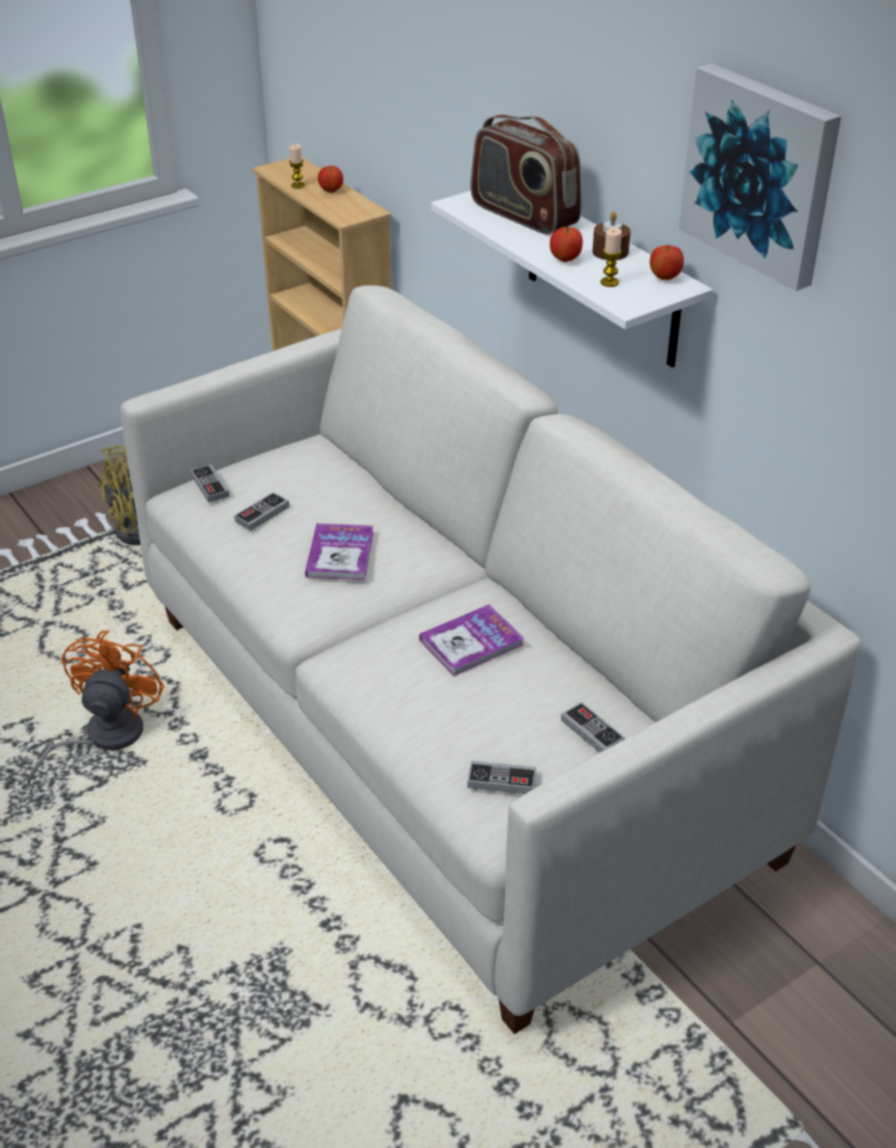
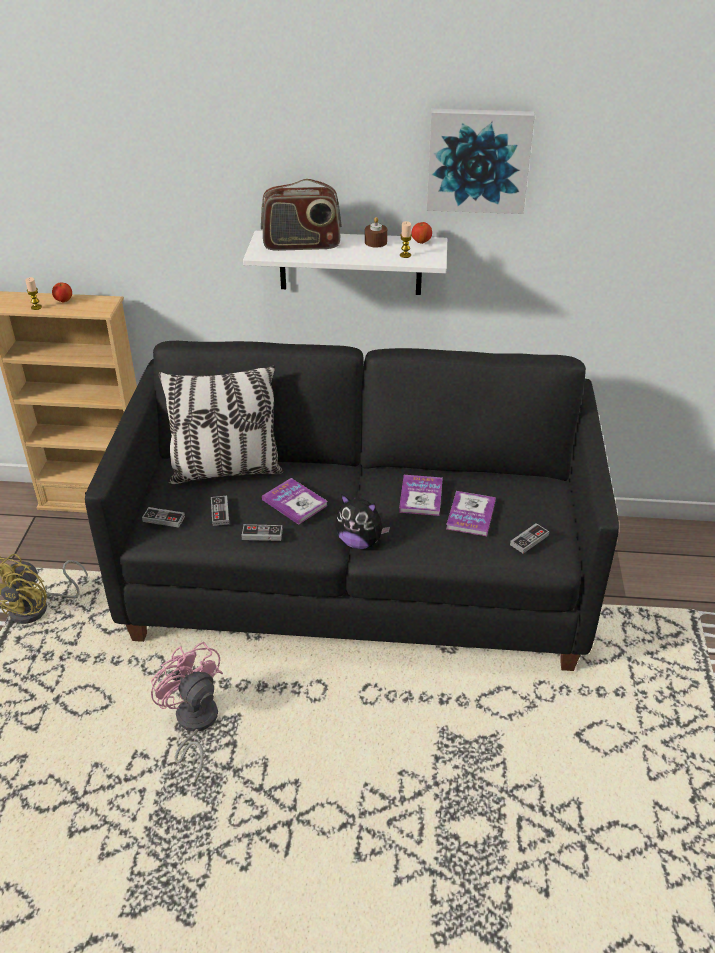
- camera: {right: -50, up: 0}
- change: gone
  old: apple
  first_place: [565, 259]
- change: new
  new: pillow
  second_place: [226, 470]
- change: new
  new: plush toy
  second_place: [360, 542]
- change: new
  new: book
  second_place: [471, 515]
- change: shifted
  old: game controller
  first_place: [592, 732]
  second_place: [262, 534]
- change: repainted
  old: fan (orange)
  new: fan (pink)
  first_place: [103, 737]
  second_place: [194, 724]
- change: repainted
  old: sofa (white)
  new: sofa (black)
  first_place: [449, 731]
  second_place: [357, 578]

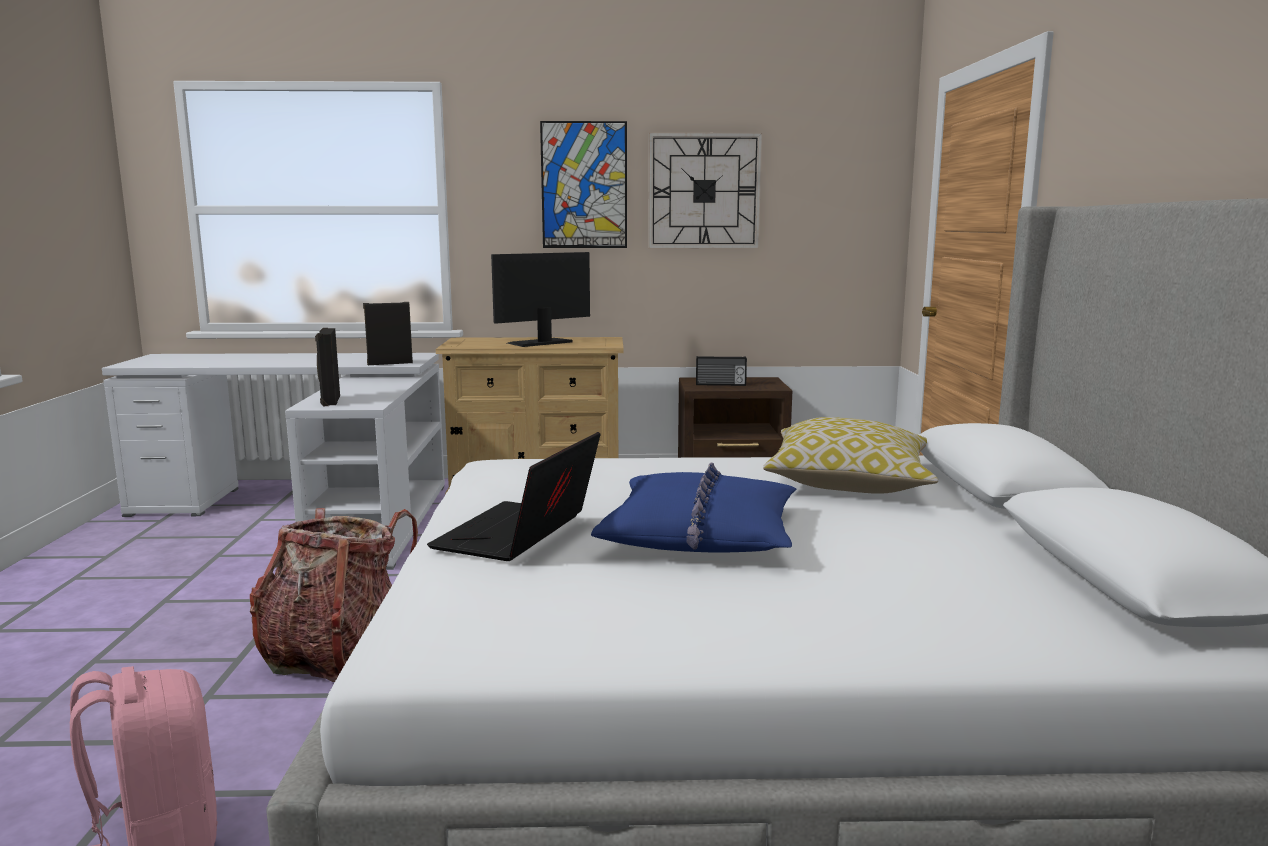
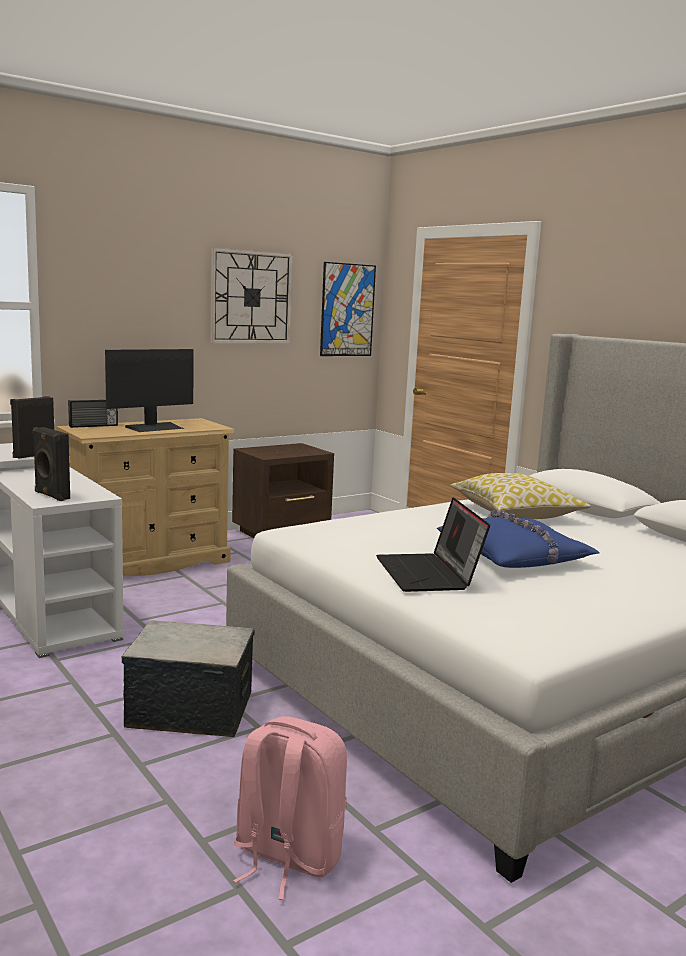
- camera: {right: -35, up: 0}
- change: shifted
  old: picture
  first_place: [584, 185]
  second_place: [347, 310]
- change: shifted
  old: radio
  first_place: [720, 384]
  second_place: [93, 426]
- change: swapped
  old: backpack
  new: storage box
  first_place: [334, 655]
  second_place: [190, 710]
- change: rotated
  old: monitor
  first_place: [539, 343]
  second_place: [154, 427]
  degrees: -150

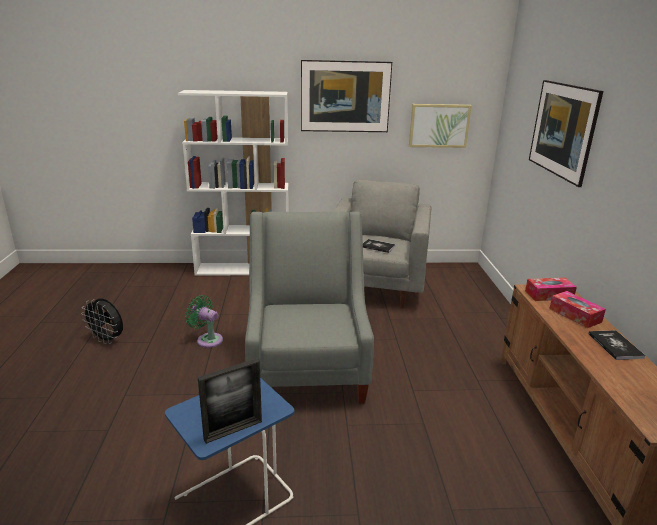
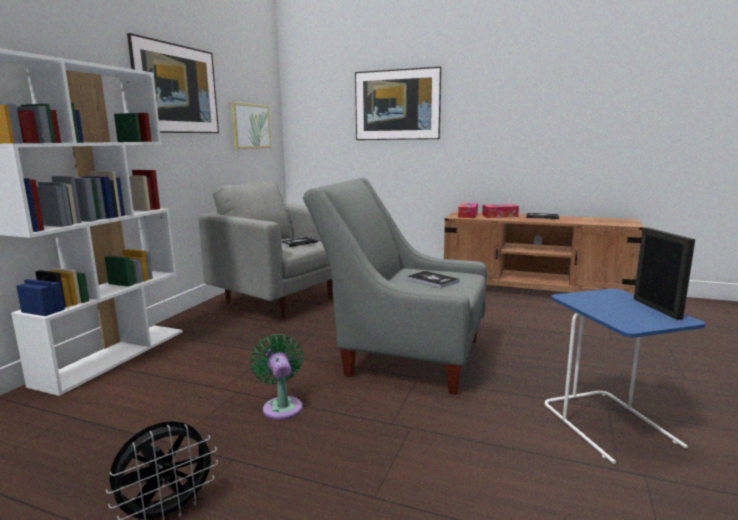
- camera: {right: -65, up: -10}
- change: new
  new: book
  second_place: [432, 280]
- change: rotated
  old: fan (green)
  first_place: [207, 339]
  second_place: [282, 406]
  degrees: 105

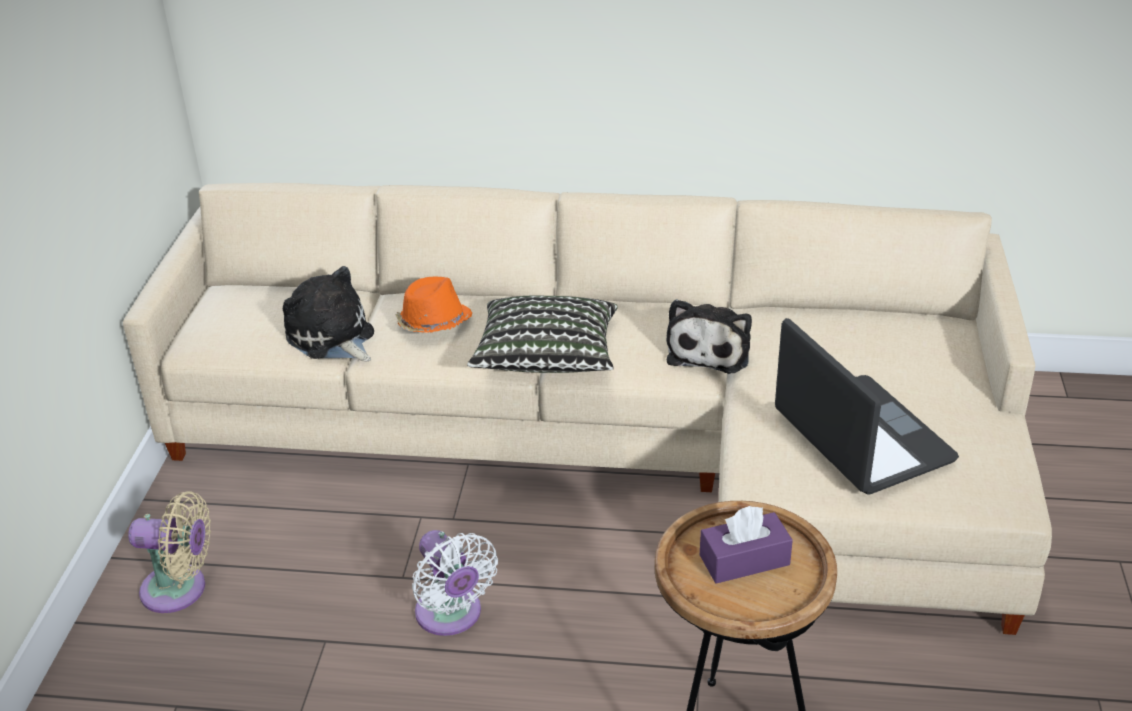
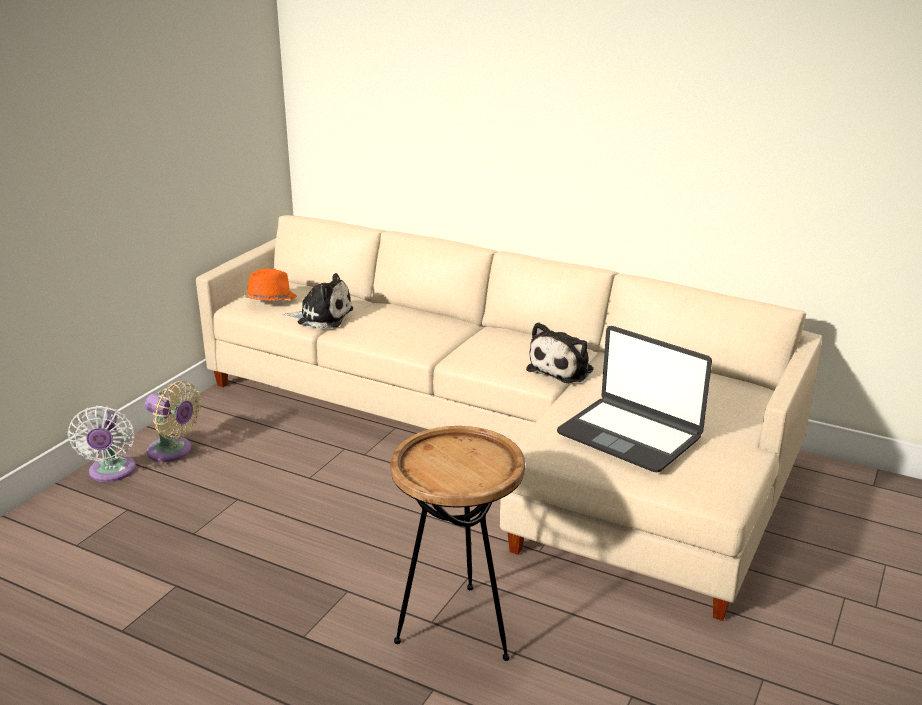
- camera: {right: 20, up: -10}
- change: gone
  old: pillow
  first_place: [546, 359]
- change: gone
  old: tissue box (purple)
  first_place: [744, 560]
- change: shifted
  old: hat (orange)
  first_place: [433, 323]
  second_place: [269, 300]
- change: shifted
  old: fan (white)
  first_place: [451, 616]
  second_place: [111, 472]
- change: rotated
  old: plush toy
  first_place: [332, 338]
  second_place: [322, 316]
  degrees: 120
- change: rotated
  old: laptop
  first_place: [861, 437]
  second_place: [630, 435]
  degrees: 135

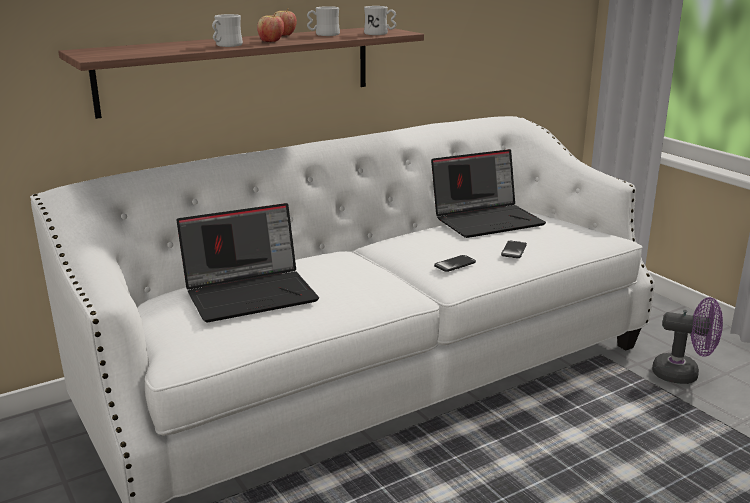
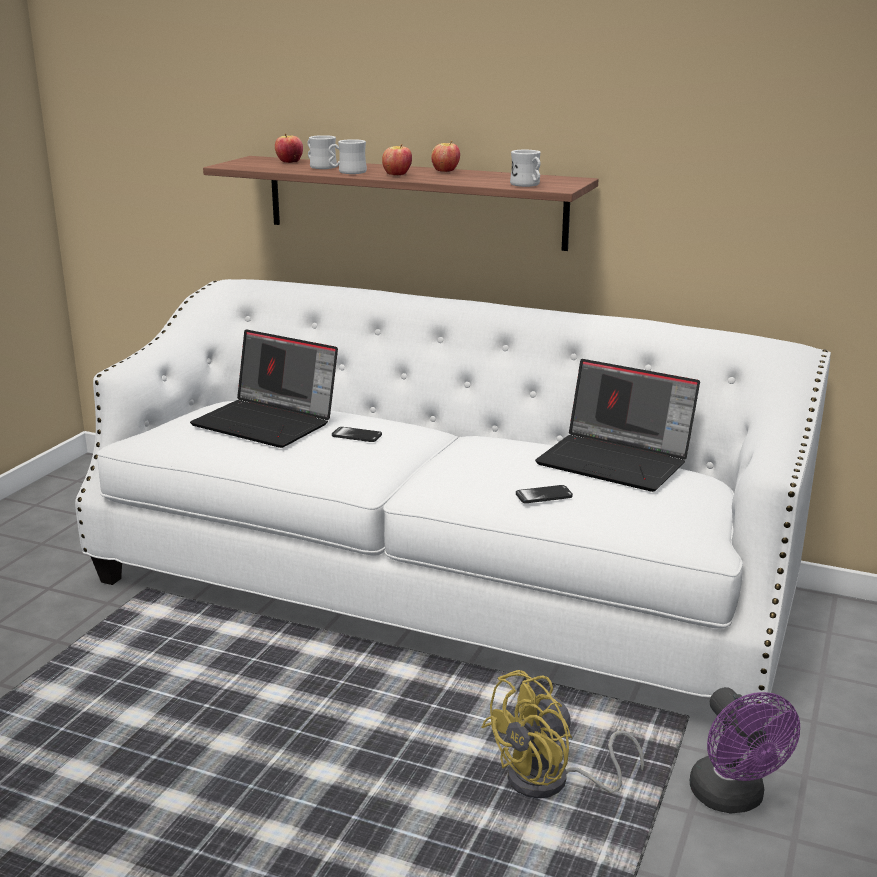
- camera: {right: 55, up: 0}
- change: new
  new: apple
  second_place: [289, 162]
- change: new
  new: fan (yellow)
  second_place: [551, 782]
- change: shifted
  old: mug (white)
  first_place: [323, 35]
  second_place: [320, 167]
- change: shifted
  old: phone
  first_place: [455, 264]
  second_place: [356, 436]

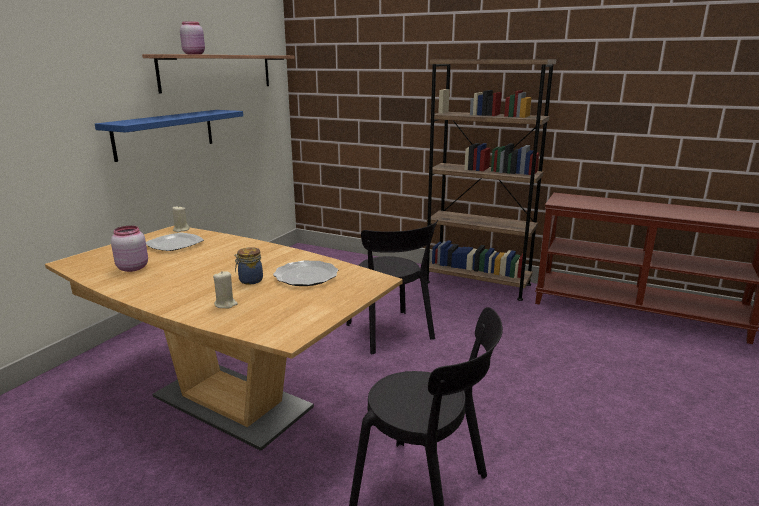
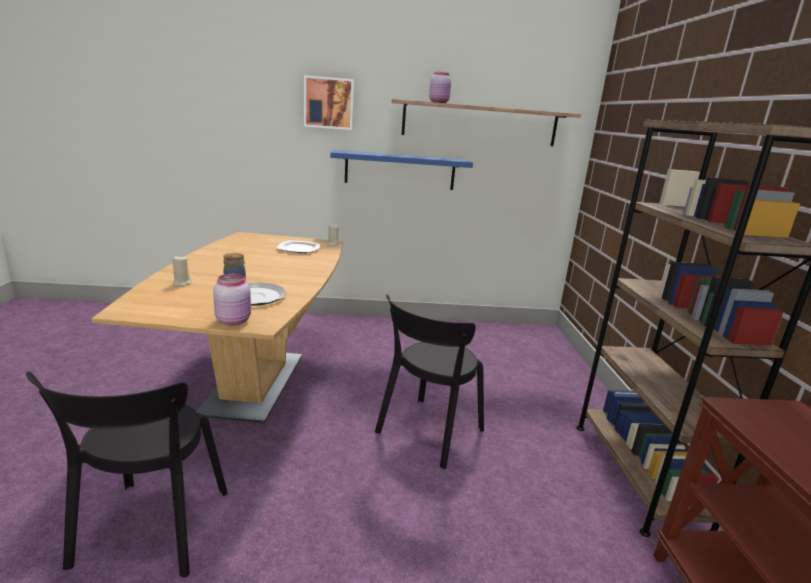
- camera: {right: 60, up: 0}
- change: new
  new: picture
  second_place: [329, 103]
- change: shifted
  old: jar (pink)
  first_place: [133, 267]
  second_place: [234, 320]

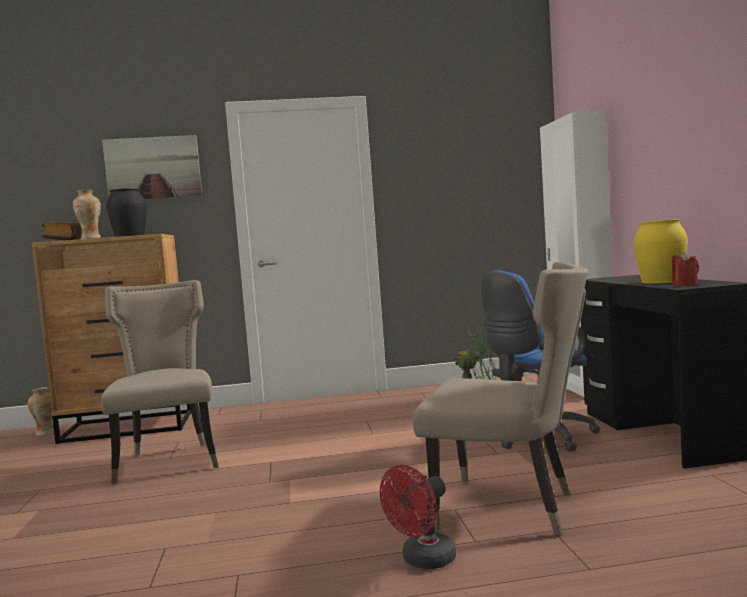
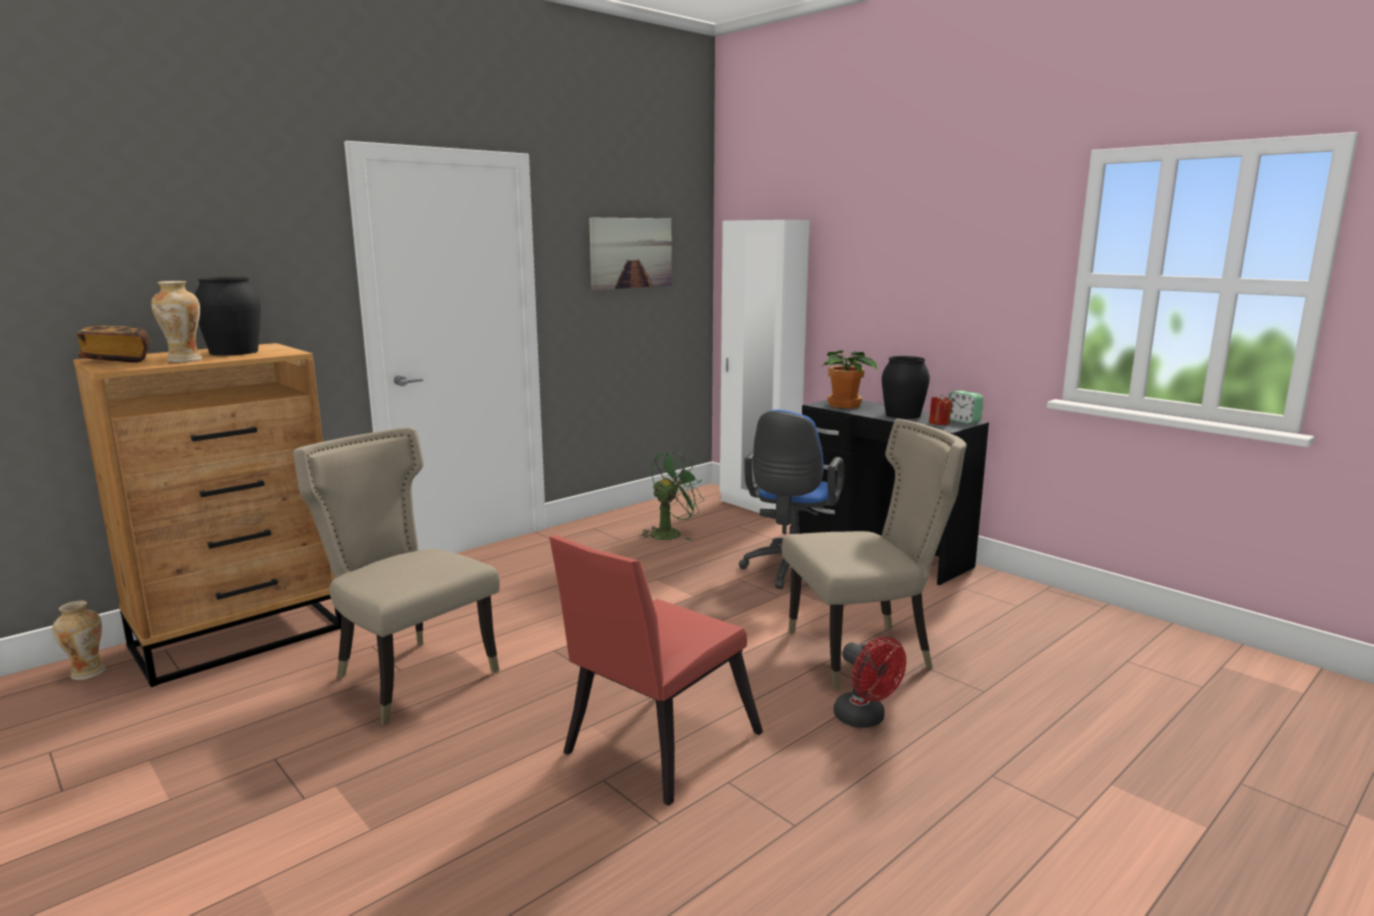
- camera: {right: -35, up: 10}
- change: new
  new: chair (red)
  second_place: [653, 747]
- change: new
  new: potted plant
  second_place: [845, 405]
- change: new
  new: alarm clock
  second_place: [963, 421]
- change: shifted
  old: picture
  first_place: [153, 168]
  second_place: [631, 253]
- change: repainted
  old: vase (yellow)
  new: vase (black)
  first_place: [661, 281]
  second_place: [903, 415]
- change: rotated
  old: fan (red)
  first_place: [423, 561]
  second_place: [865, 719]
  degrees: -45

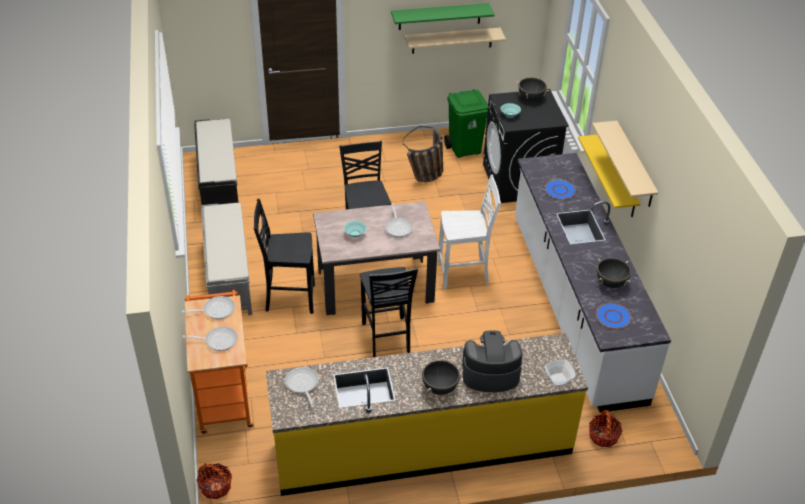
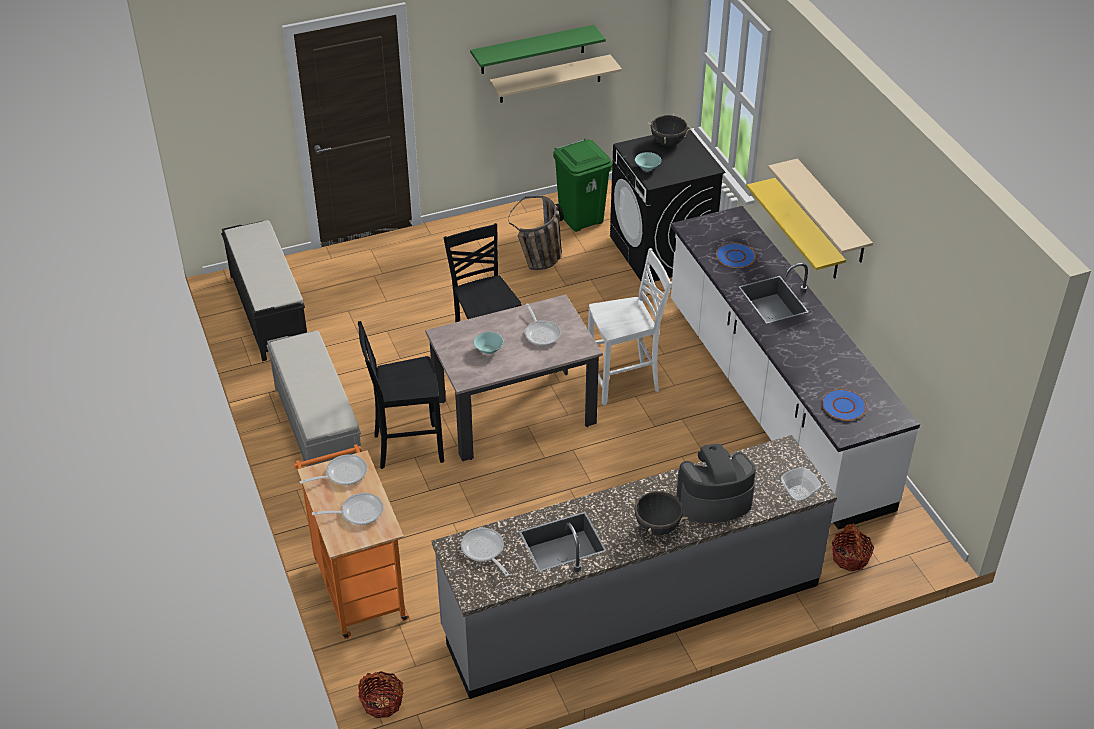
- camera: {right: -10, up: 0}
- change: gone
  old: chair (black)
  first_place: [386, 339]
- change: gone
  old: cooking pot (black)
  first_place: [611, 283]
- change: repainted
  old: counter (yellow)
  new: counter (grey)
  first_place: [422, 446]
  second_place: [631, 607]

